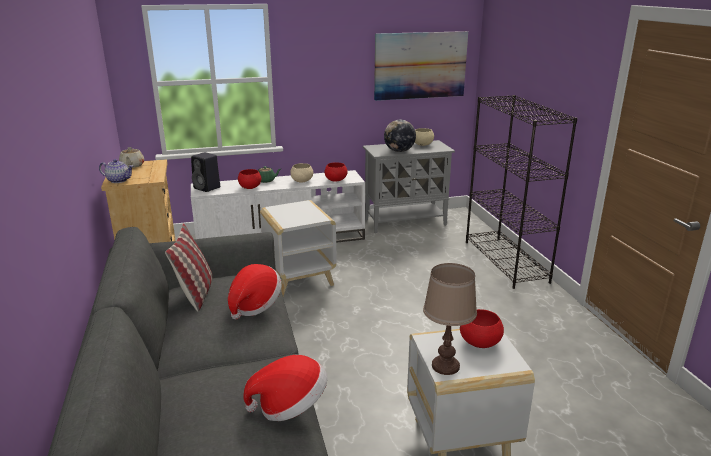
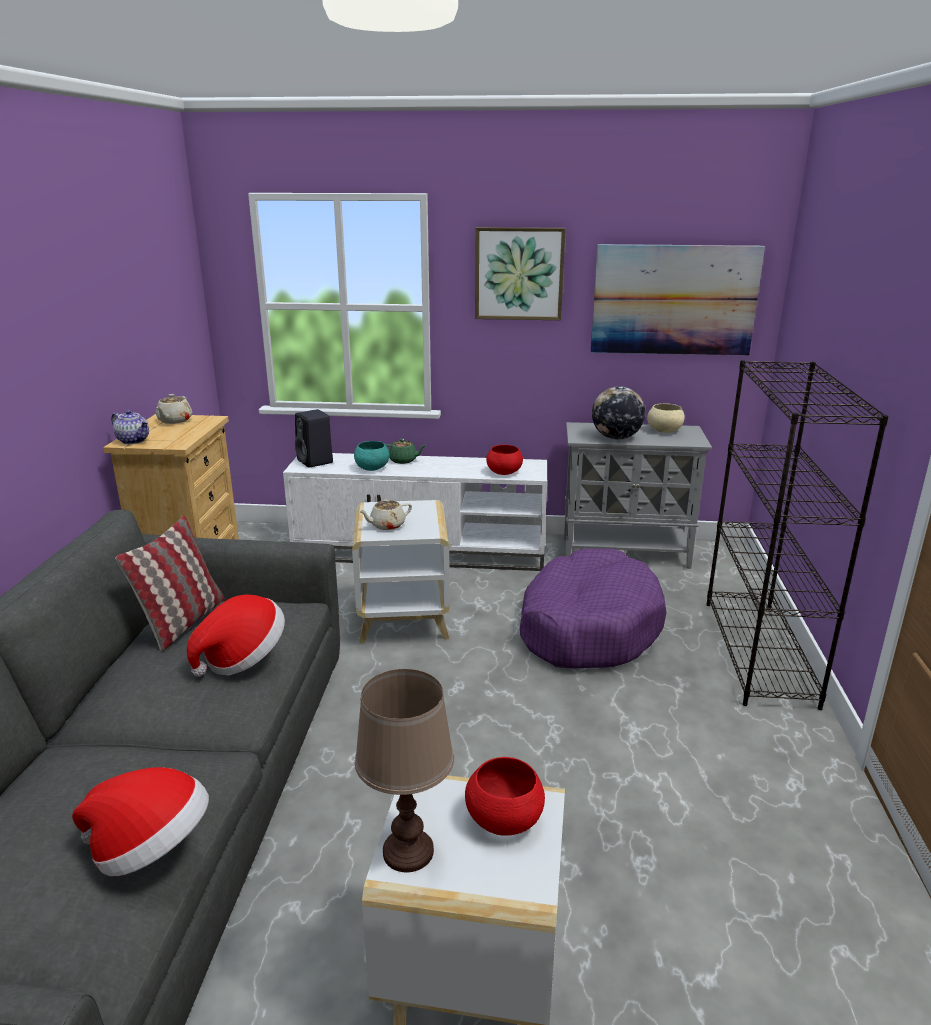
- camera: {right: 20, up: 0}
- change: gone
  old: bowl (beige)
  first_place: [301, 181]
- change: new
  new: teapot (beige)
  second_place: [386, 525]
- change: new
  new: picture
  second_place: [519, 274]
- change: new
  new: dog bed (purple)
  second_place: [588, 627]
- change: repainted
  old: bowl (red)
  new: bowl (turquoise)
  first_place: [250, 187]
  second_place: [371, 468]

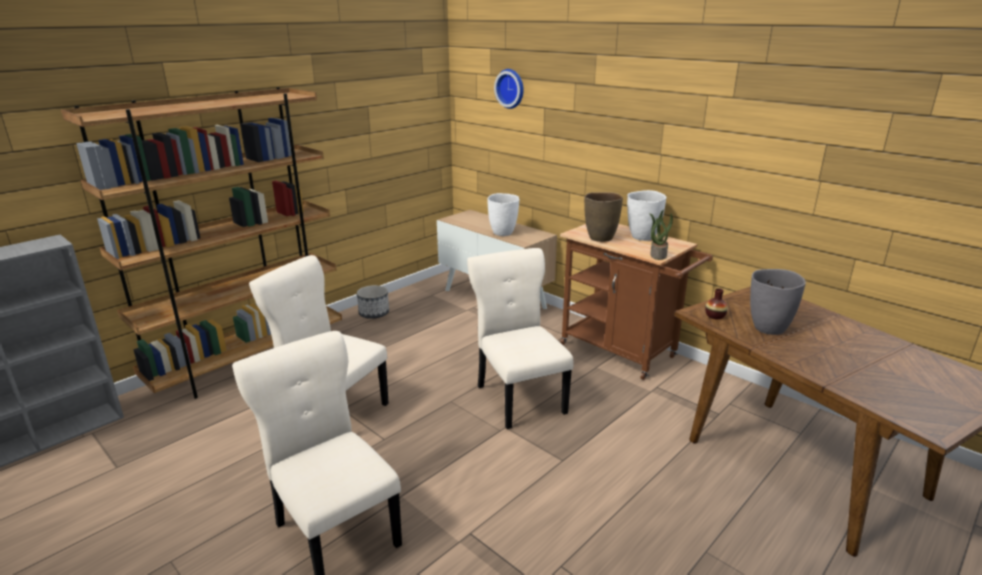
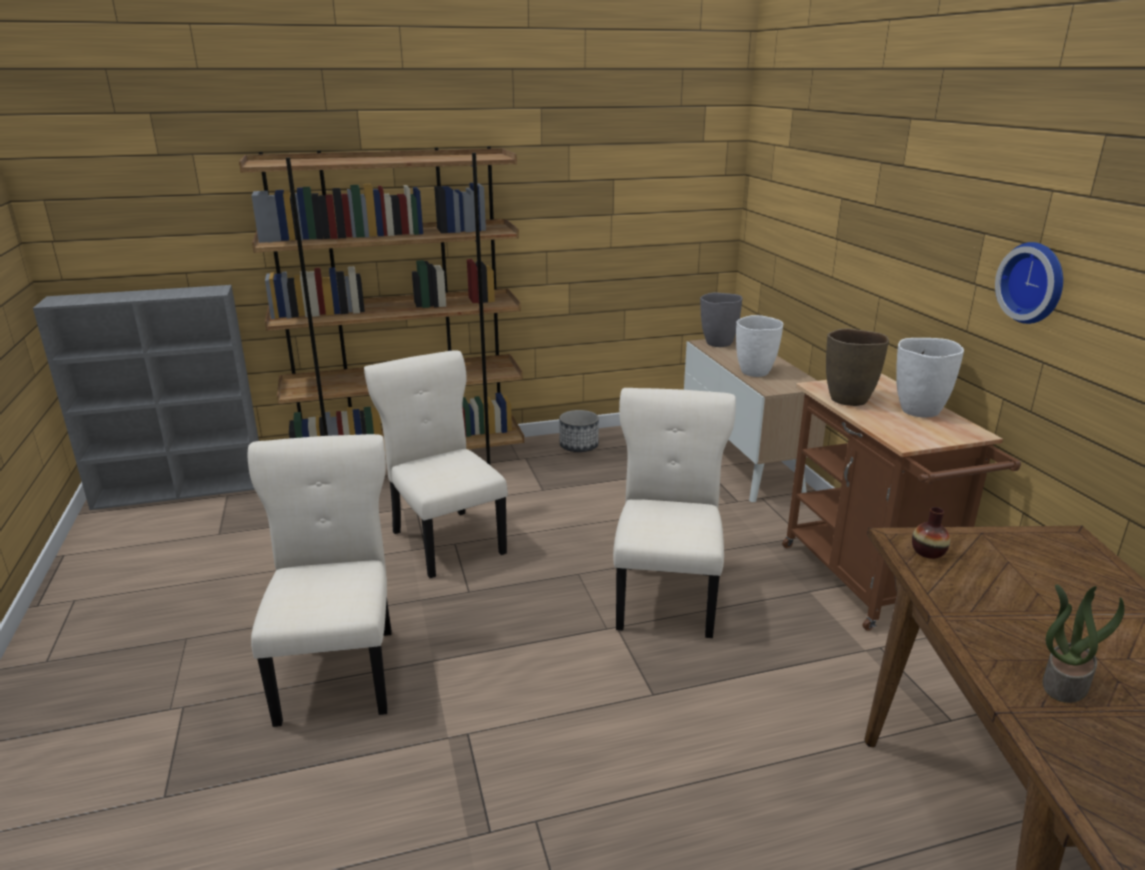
- camera: {right: 30, up: 0}
- change: shifted
  old: wall clock
  first_place: [511, 88]
  second_place: [1035, 282]
- change: shifted
  old: potted plant
  first_place: [658, 255]
  second_place: [1064, 683]
- change: shifted
  old: vase (grey)
  first_place: [768, 328]
  second_place: [718, 343]

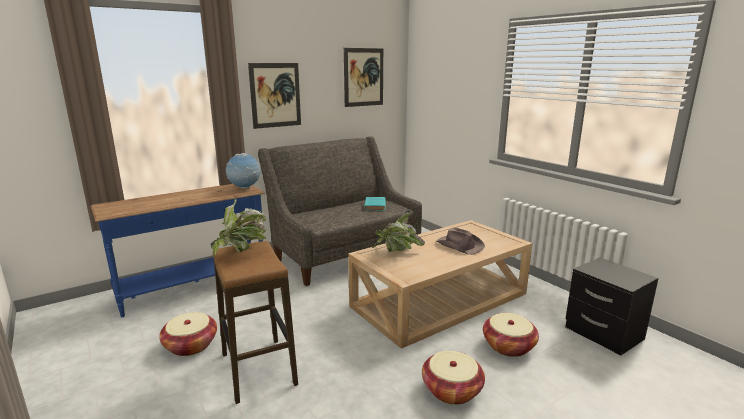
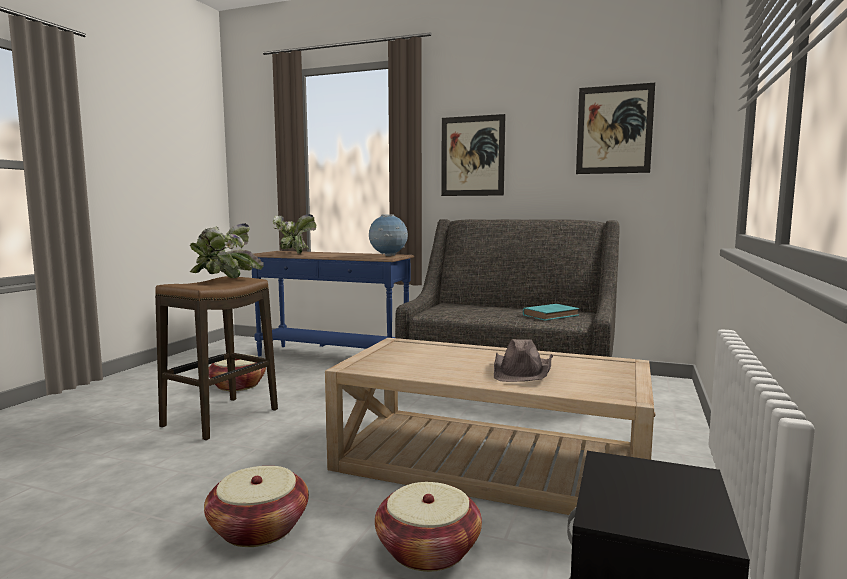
- camera: {right: 55, up: -10}
- change: shifted
  old: potted plant
  first_place: [397, 252]
  second_place: [293, 253]

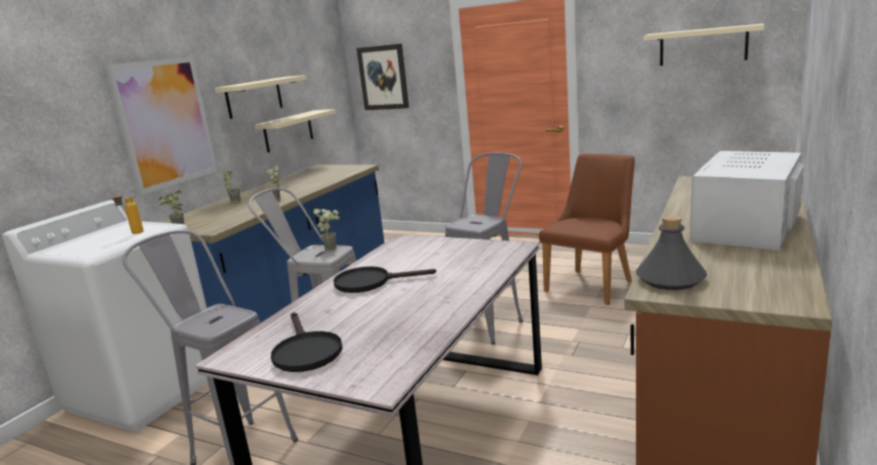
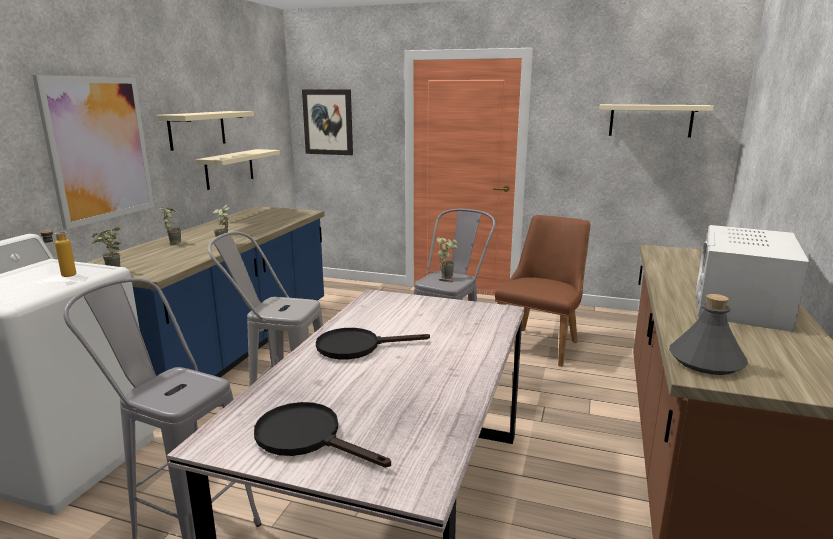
- camera: {right: -10, up: 0}
- change: shifted
  old: potted plant
  first_place: [332, 248]
  second_place: [447, 276]
- change: rotated
  old: frying pan (black)
  first_place: [305, 351]
  second_place: [307, 437]
  degrees: 150

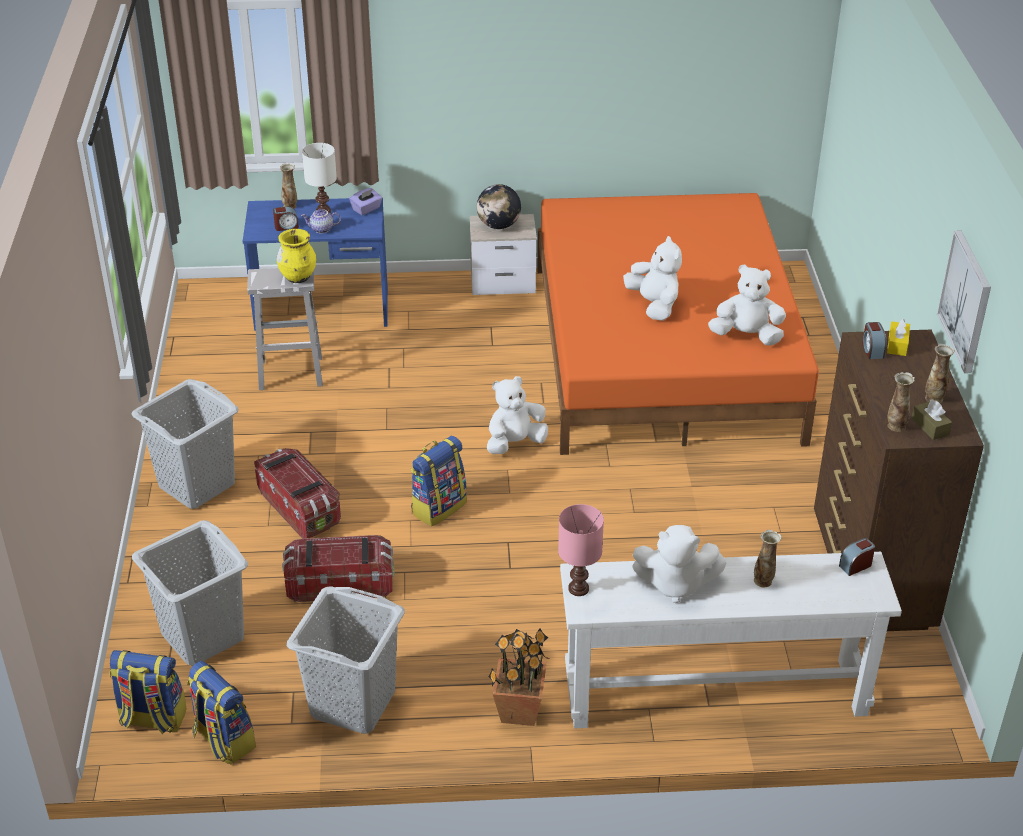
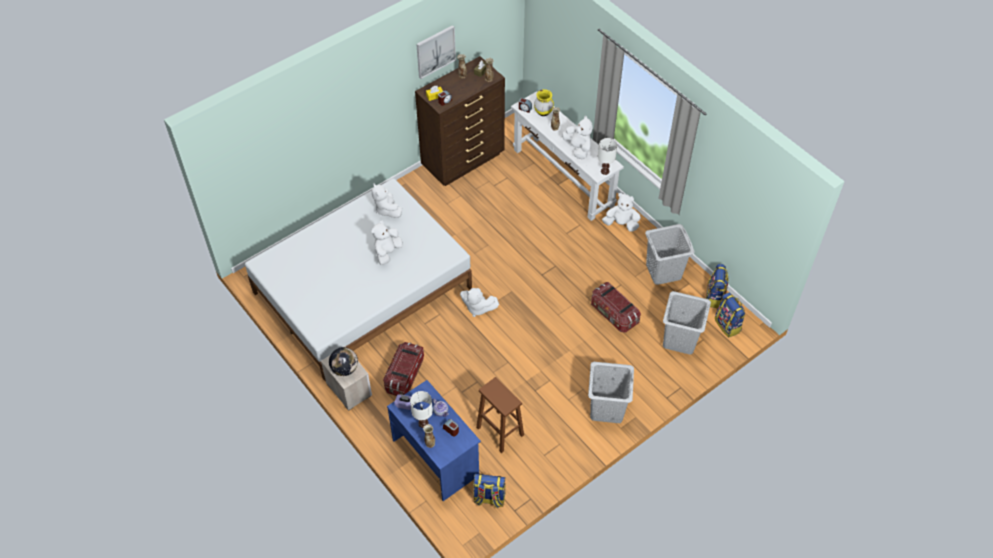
- camera: {right: -125, up: 15}
- change: shifted
  old: storage box
  first_place: [300, 508]
  second_place: [404, 376]
- change: shifted
  old: vase (yellow)
  first_place: [298, 277]
  second_place: [543, 112]
- change: shifted
  old: backpack
  first_place: [438, 507]
  second_place: [489, 498]
- change: swapped
  old: potted plant
  new: plush toy (white)
  first_place: [519, 711]
  second_place: [621, 224]
- change: repainted
  old: stool (white)
  new: stool (brown)
  first_place: [289, 373]
  second_place: [500, 431]
- change: repainted
  old: bed (orange)
  new: bed (white)
  first_place: [664, 351]
  second_place: [362, 289]
- change: repainted
  old: table lamp (pink)
  new: table lamp (white)
  first_place: [578, 588]
  second_place: [604, 171]

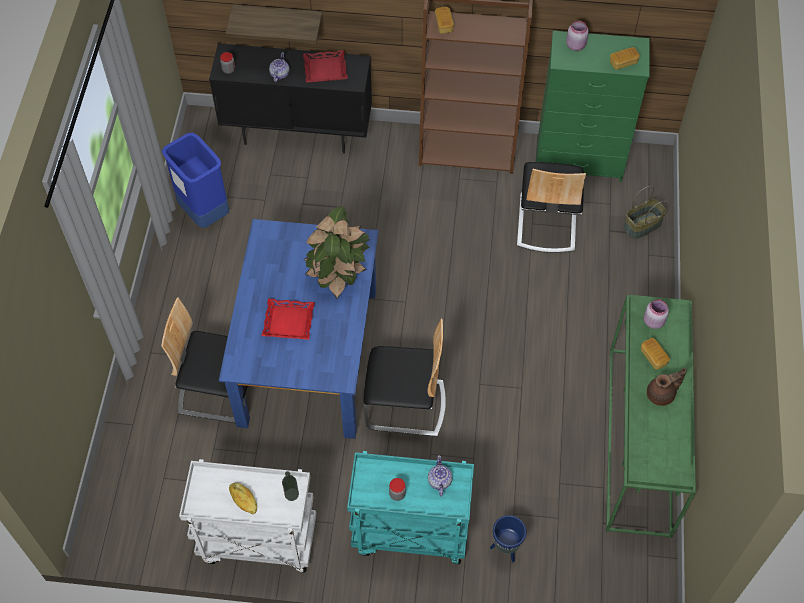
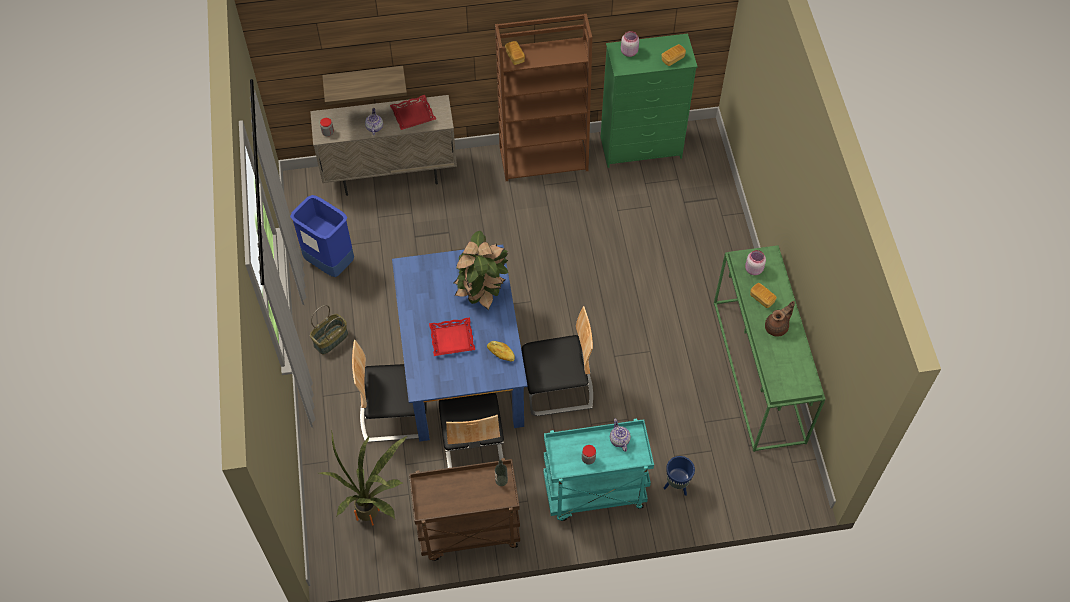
- camera: {right: -15, up: 0}
- change: new
  new: potted plant
  second_place: [374, 519]
- change: shifted
  old: bread
  first_place: [243, 500]
  second_place: [501, 353]
- change: shifted
  old: chair
  first_place: [546, 222]
  second_place: [472, 447]
- change: shifted
  old: basket
  first_place: [642, 226]
  second_place: [331, 340]
- change: repainted
  old: cart (white)
  new: cart (brown)
  first_place: [257, 541]
  second_place: [468, 532]
- change: repainted
  old: cabinet (black)
  new: cabinet (beige)
  first_place: [298, 133]
  second_place: [390, 175]

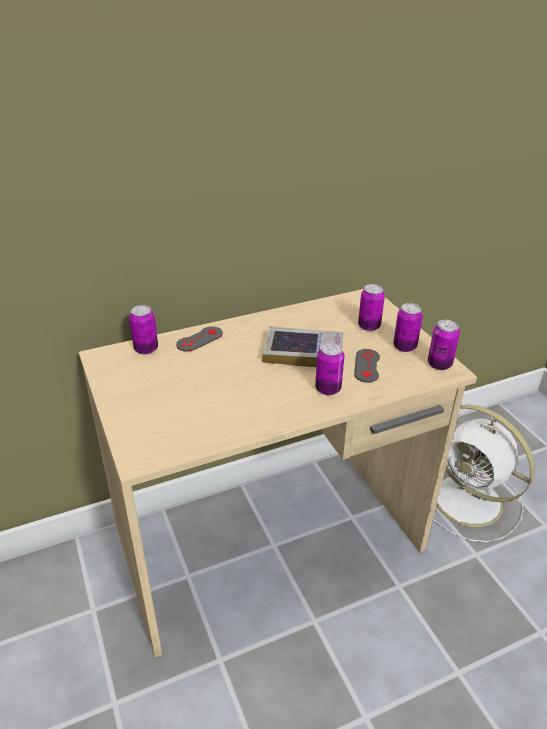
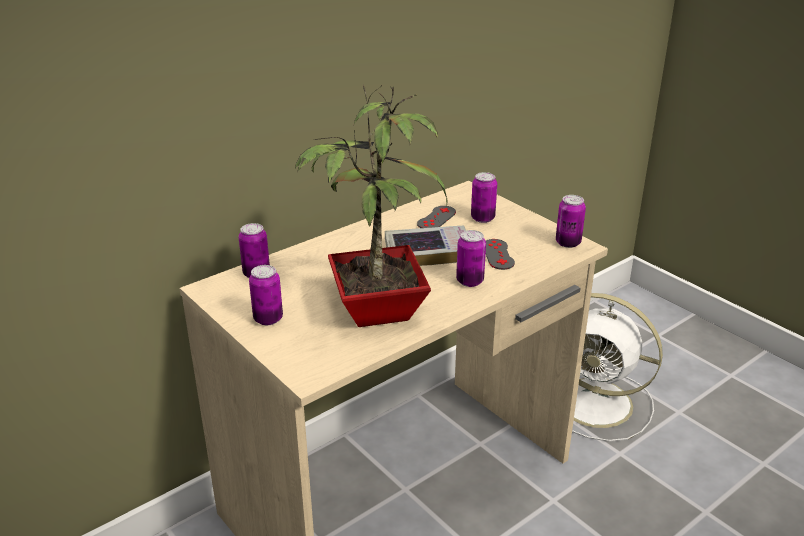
- camera: {right: -15, up: -5}
- change: new
  new: potted plant
  second_place: [373, 311]
- change: shifted
  old: game controller (grey)
  first_place: [199, 339]
  second_place: [436, 218]
- change: shifted
  old: can
  first_place: [404, 347]
  second_place: [268, 319]

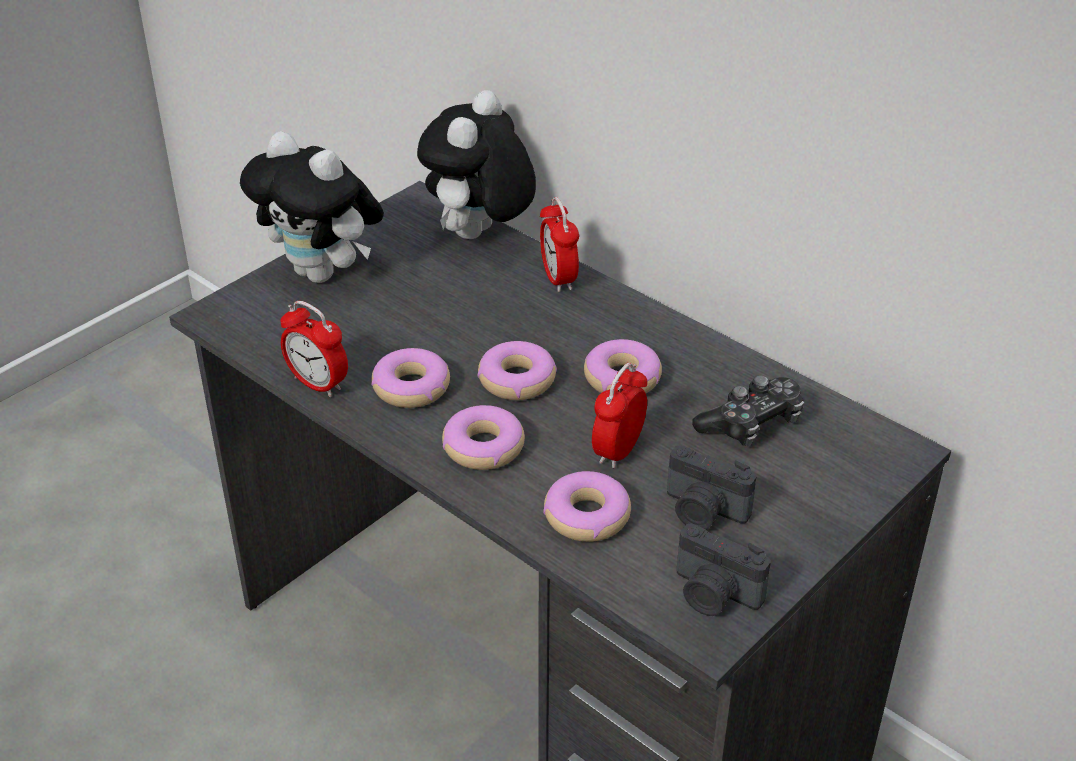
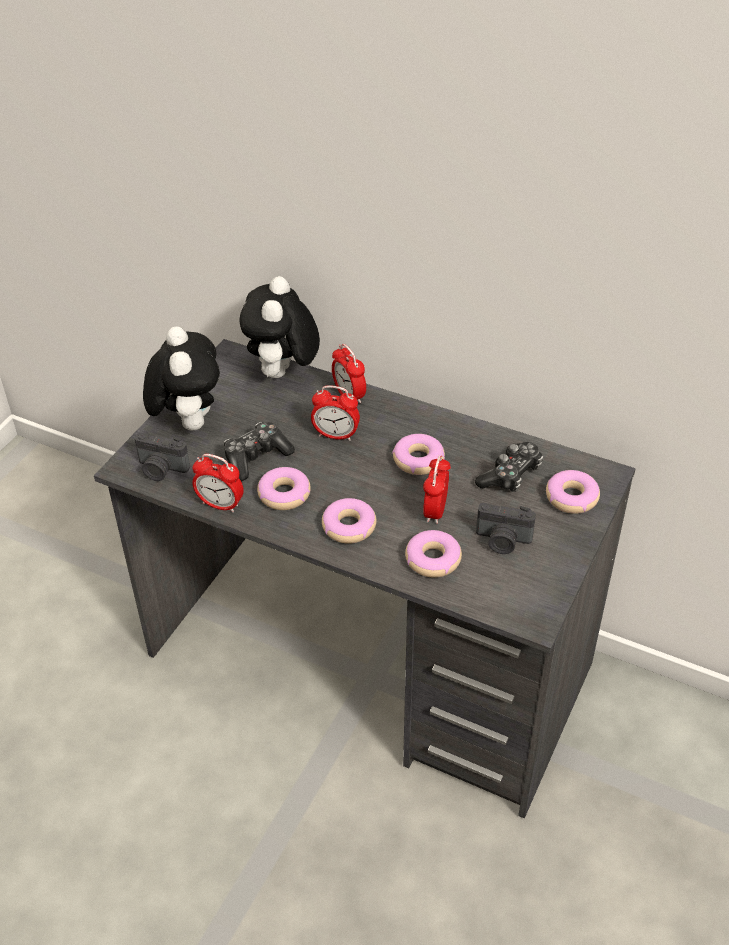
- camera: {right: -15, up: 5}
- change: new
  new: game controller
  second_place: [256, 458]
- change: new
  new: alarm clock
  second_place: [336, 435]
- change: shifted
  old: donut
  first_place: [516, 380]
  second_place: [571, 497]
- change: shifted
  old: photo camera
  first_place: [713, 595]
  second_place: [161, 469]
- change: rotated
  old: plush toy
  first_place: [323, 273]
  second_place: [188, 422]
  degrees: -120

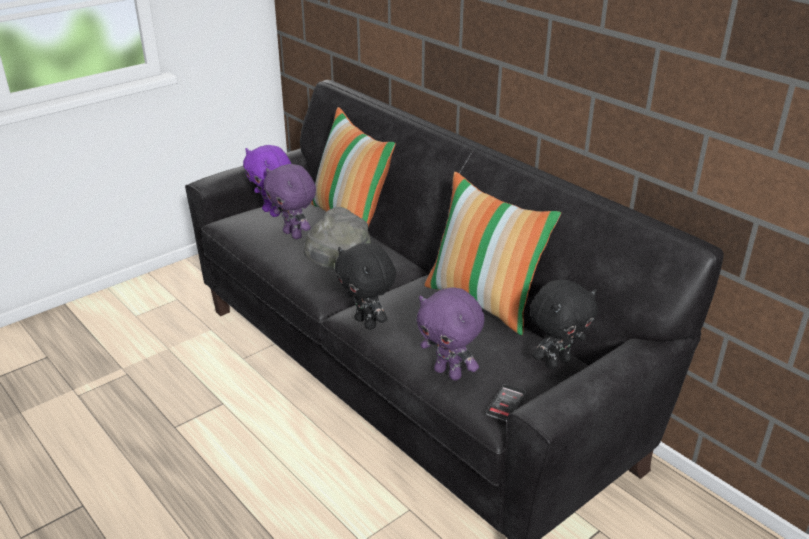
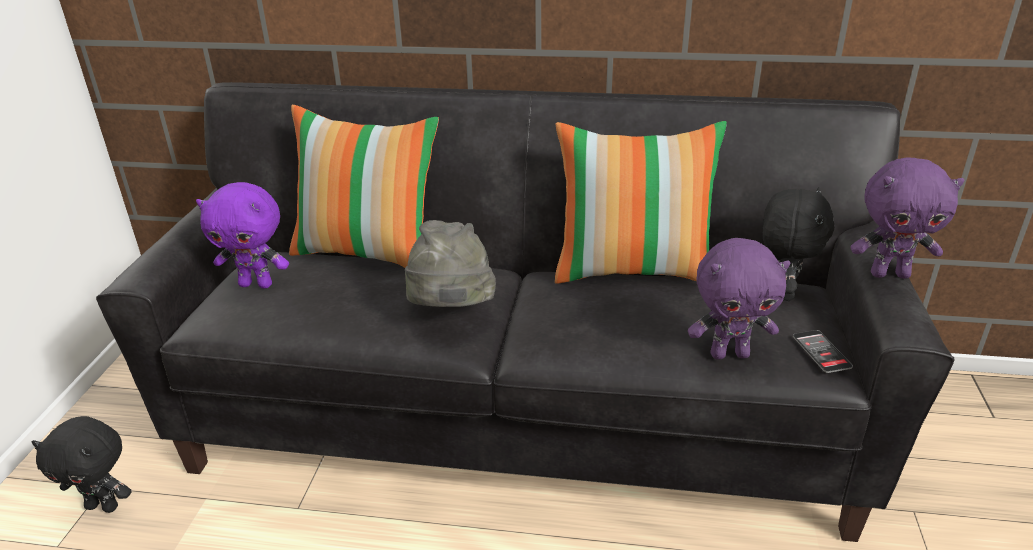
- camera: {right: -40, up: 0}
- change: shifted
  old: plush toy (purple)
  first_place: [294, 234]
  second_place: [889, 274]
- change: shifted
  old: plush toy (black)
  first_place: [367, 323]
  second_place: [104, 506]

